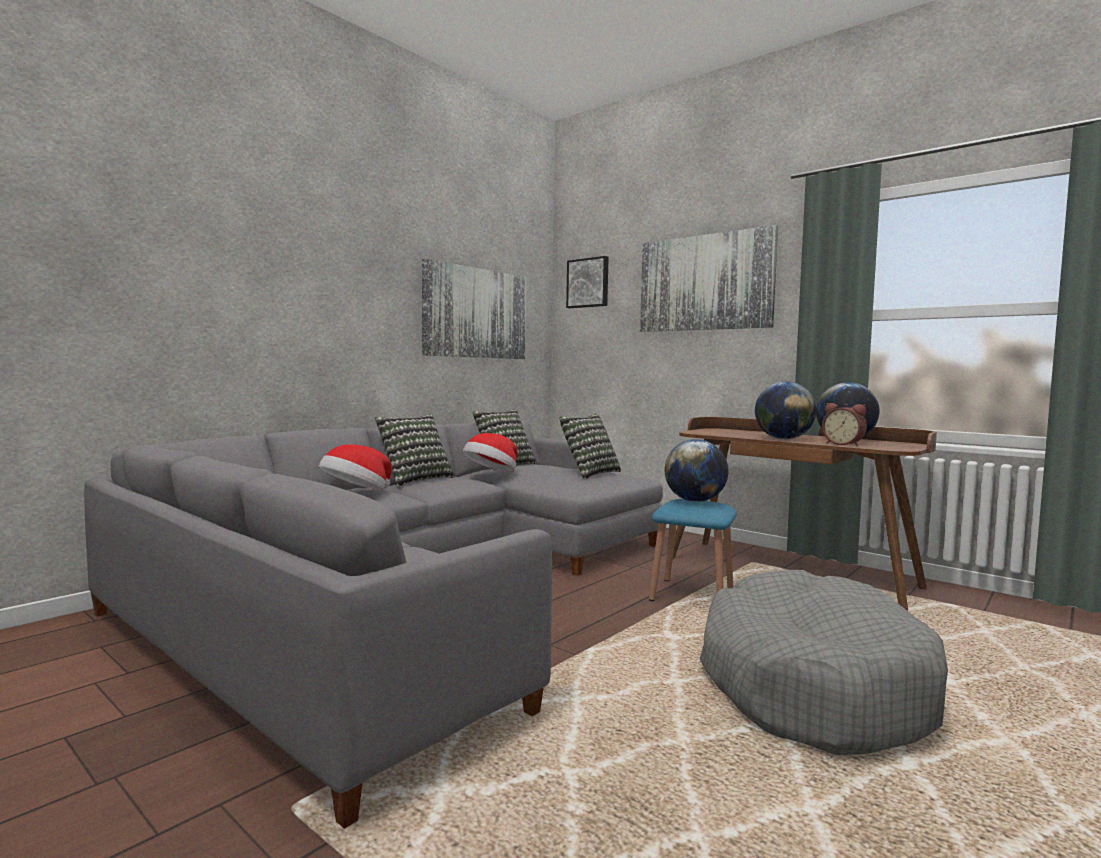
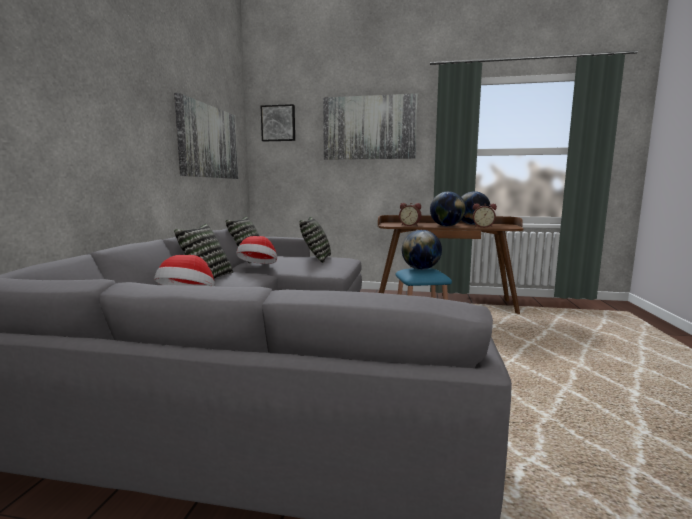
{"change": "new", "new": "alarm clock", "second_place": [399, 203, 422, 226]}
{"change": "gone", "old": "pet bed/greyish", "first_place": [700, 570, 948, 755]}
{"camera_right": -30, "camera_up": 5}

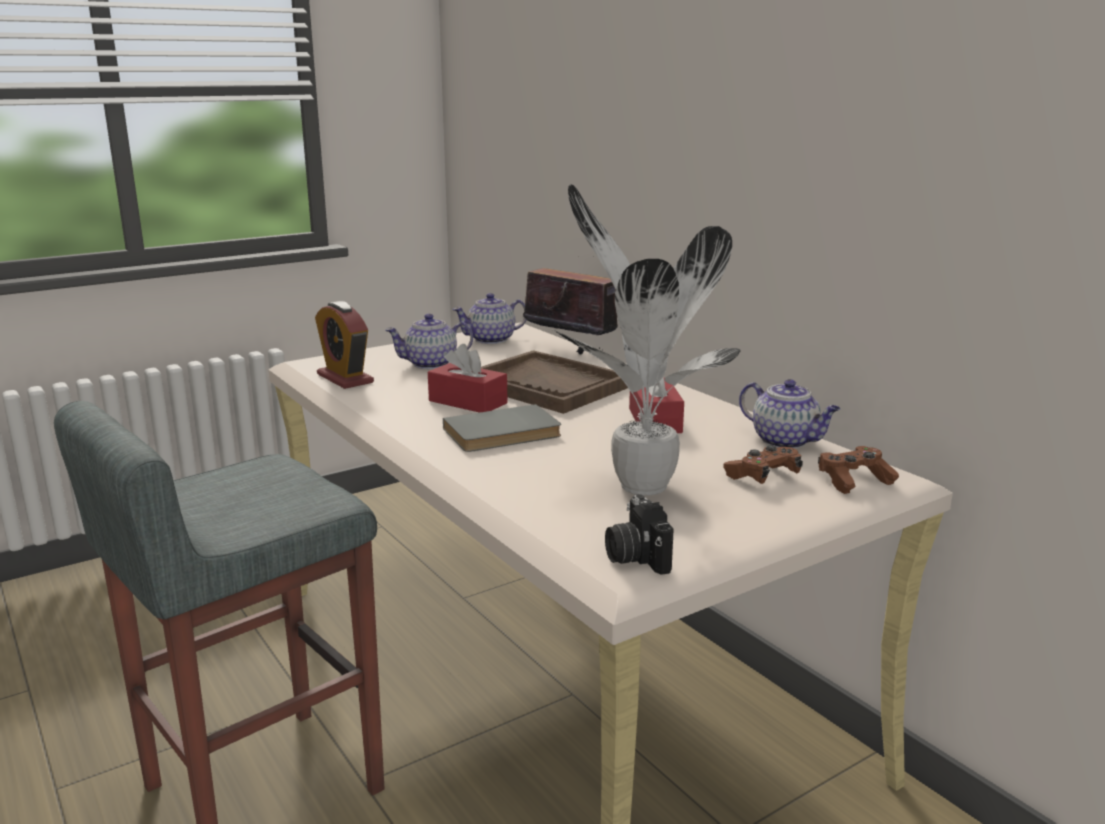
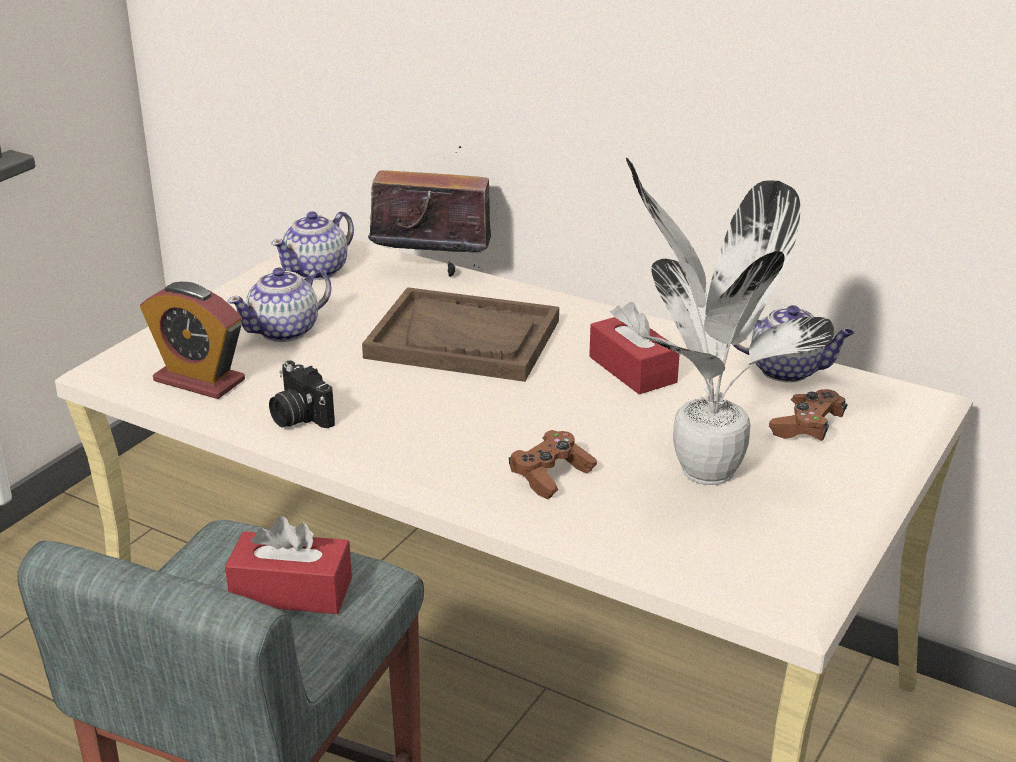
{"change": "shifted", "old": "box of tissues/red-coloured", "first_place": [428, 344, 508, 413], "second_place": [225, 516, 352, 614]}
{"change": "shifted", "old": "photo camera", "first_place": [605, 494, 674, 575], "second_place": [269, 360, 335, 428]}
{"change": "shifted", "old": "game controller/brown", "first_place": [818, 446, 899, 494], "second_place": [509, 430, 597, 499]}
{"change": "gone", "old": "volume/greyish", "first_place": [443, 404, 561, 452]}
{"camera_right": -25, "camera_up": 10}

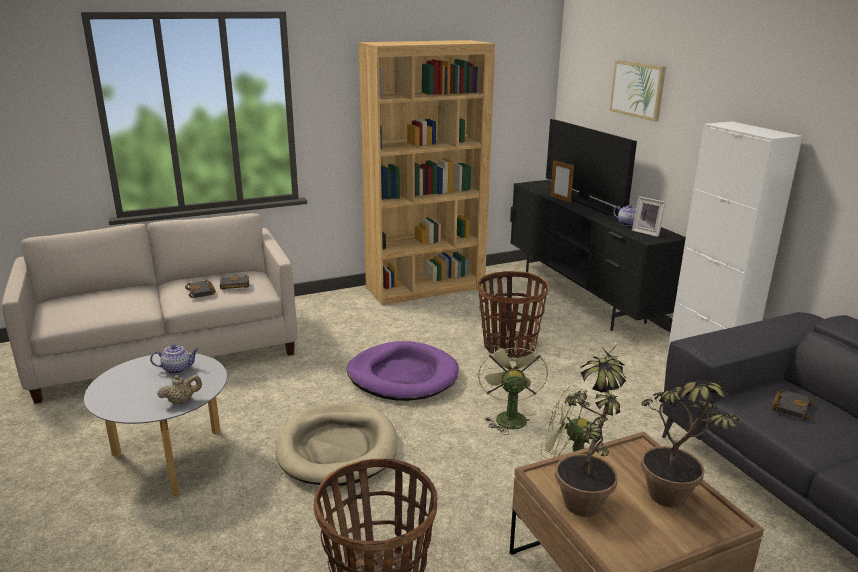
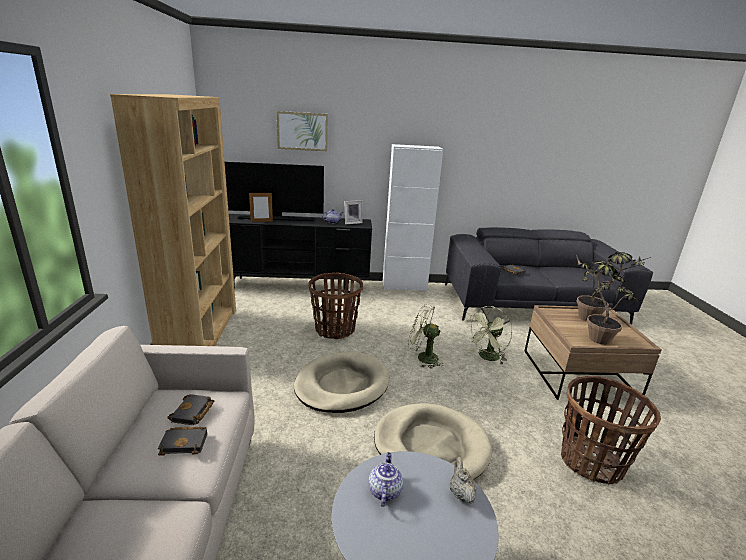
{"change": "repainted", "old": "pet bed/purple-coloured", "new": "pet bed/beige-coloured", "first_place": [347, 341, 459, 401], "second_place": [294, 352, 389, 413]}
{"camera_right": -70, "camera_up": 0}

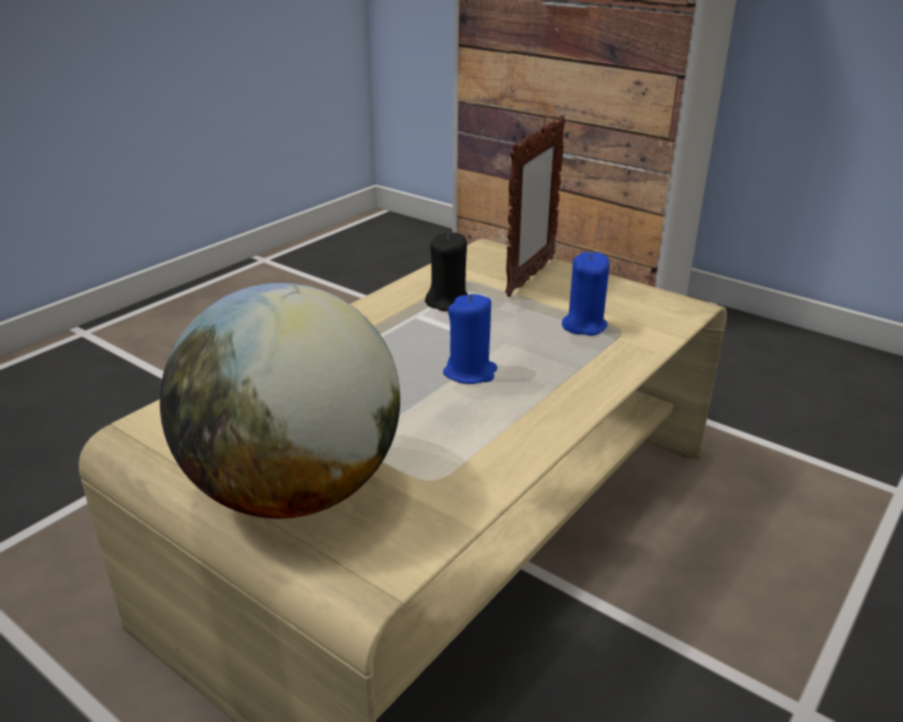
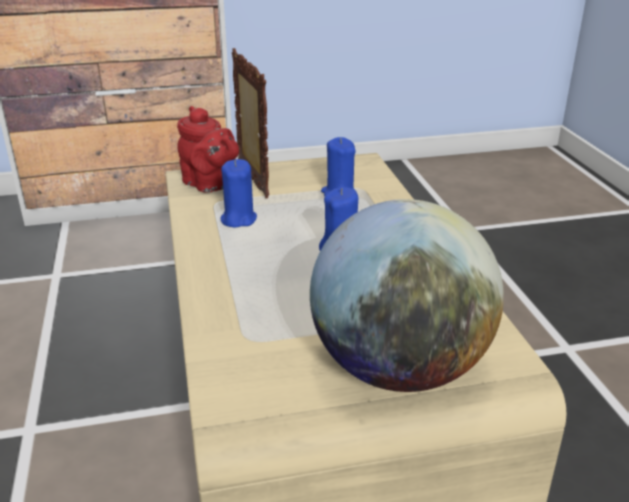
{"change": "new", "new": "pot for tea/red-coloured", "second_place": [177, 106, 239, 193]}
{"change": "repainted", "old": "wax light/black", "new": "wax light/bluish", "first_place": [425, 232, 468, 311], "second_place": [220, 159, 257, 228]}
{"camera_right": -50, "camera_up": 0}

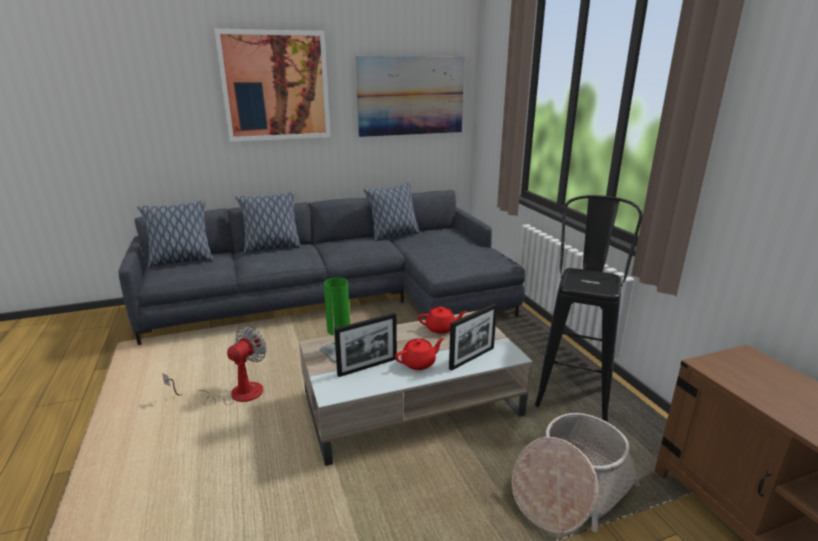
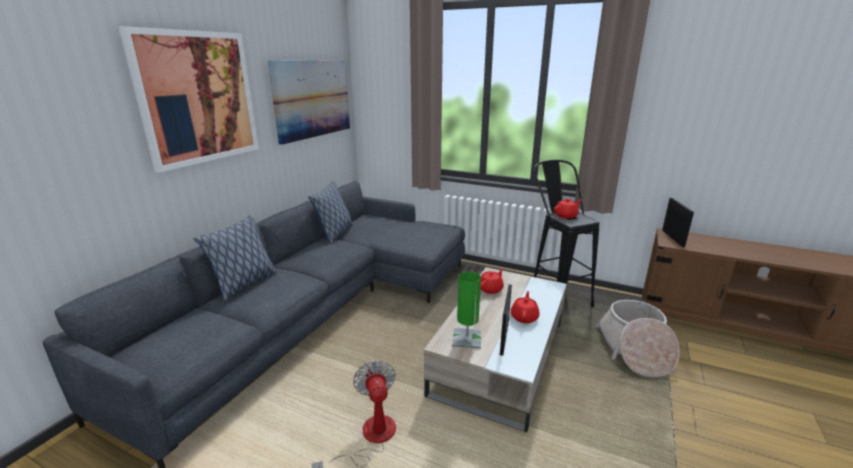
{"change": "new", "new": "pot for tea/red-coloured", "second_place": [554, 199, 581, 219]}
{"change": "shifted", "old": "photo frame", "first_place": [449, 304, 497, 371], "second_place": [662, 198, 694, 247]}
{"change": "gone", "old": "pillow", "first_place": [137, 200, 213, 268]}
{"camera_right": -45, "camera_up": 0}

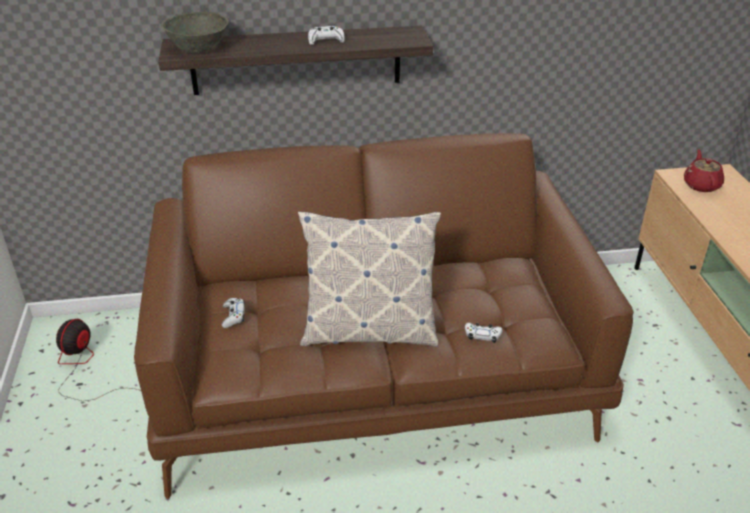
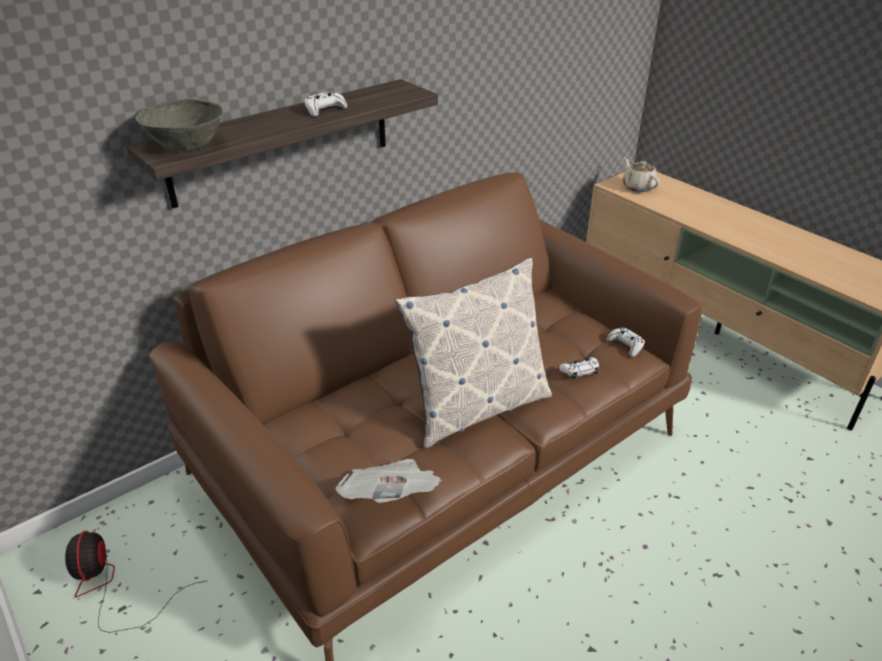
{"change": "new", "new": "newspaper", "second_place": [335, 459, 443, 503]}
{"change": "shifted", "old": "game controller/whitish", "first_place": [221, 298, 245, 328], "second_place": [606, 328, 645, 357]}
{"change": "repainted", "old": "pot for tea/red-coloured", "new": "pot for tea/beige-coloured", "first_place": [684, 149, 724, 192], "second_place": [623, 157, 660, 192]}
{"camera_right": -30, "camera_up": 0}

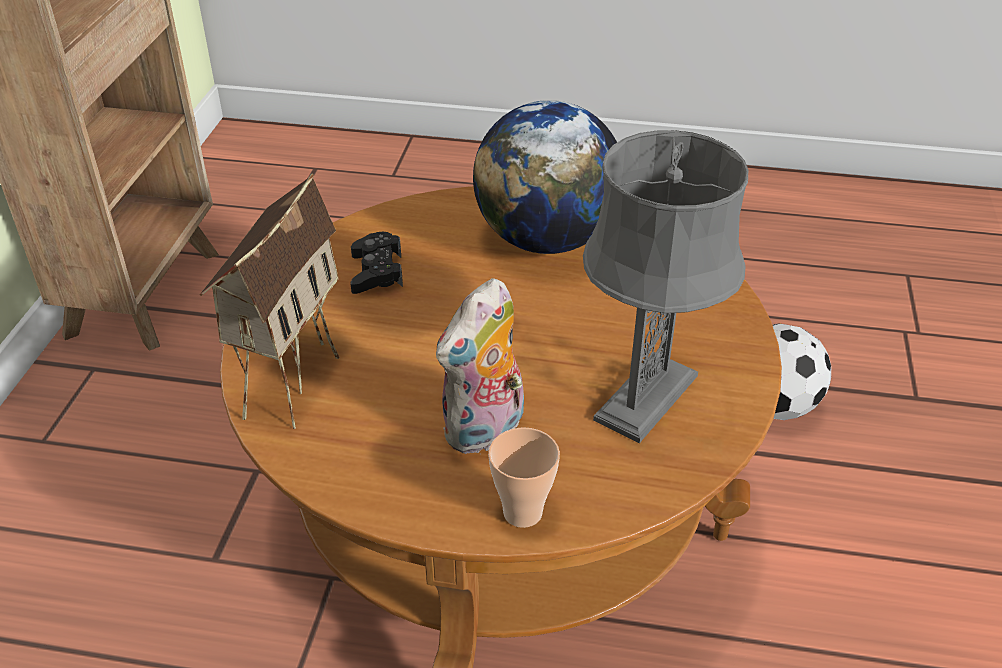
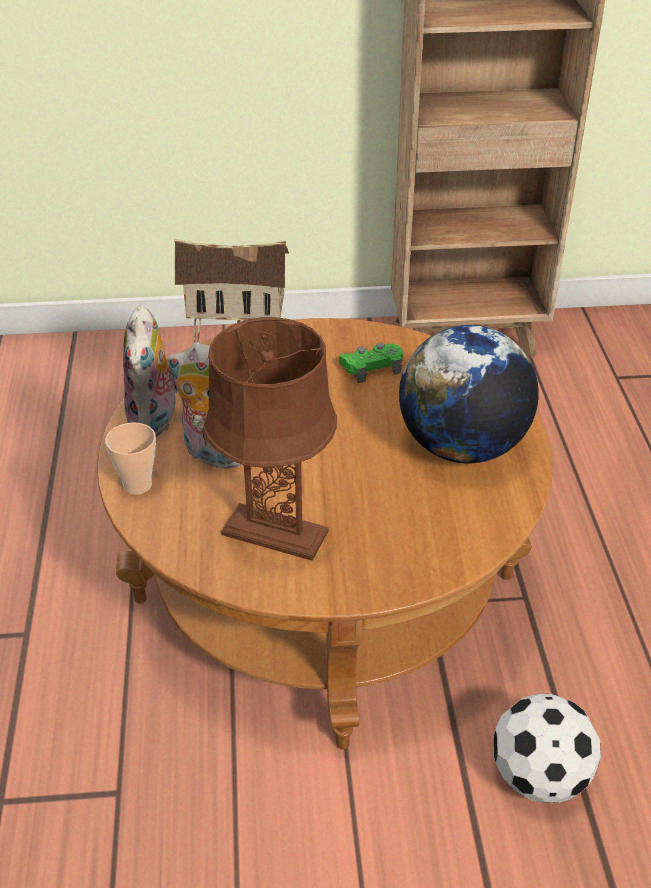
{"change": "new", "new": "cuddly toy", "second_place": [123, 305, 177, 437]}
{"change": "repainted", "old": "lamp for a table/greyish", "new": "lamp for a table/brown", "first_place": [583, 130, 749, 443], "second_place": [203, 317, 337, 561]}
{"change": "repainted", "old": "game controller/black", "new": "game controller/green", "first_place": [350, 232, 403, 294], "second_place": [339, 342, 403, 383]}
{"camera_right": 75, "camera_up": 0}

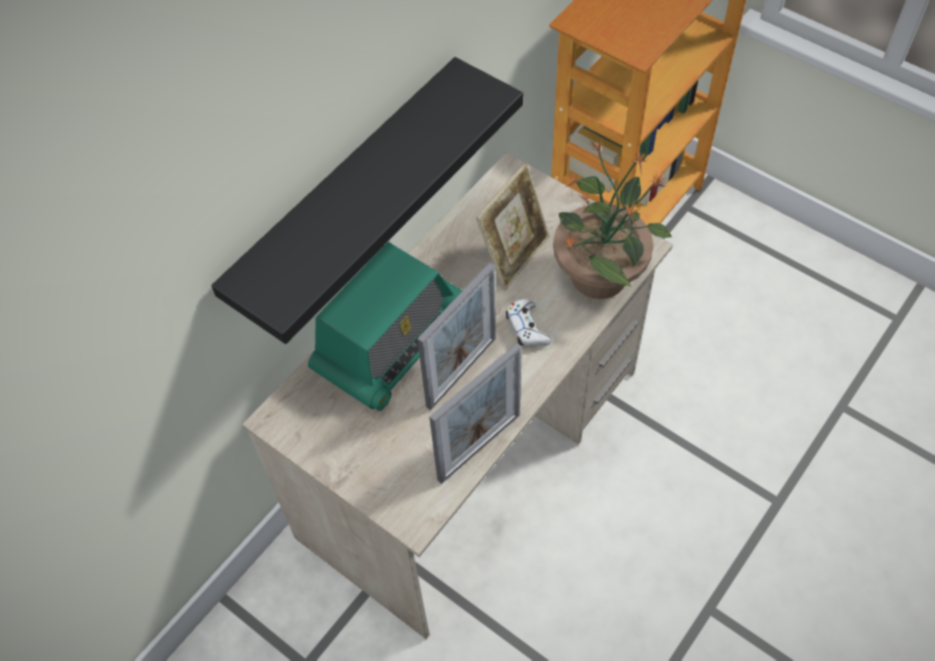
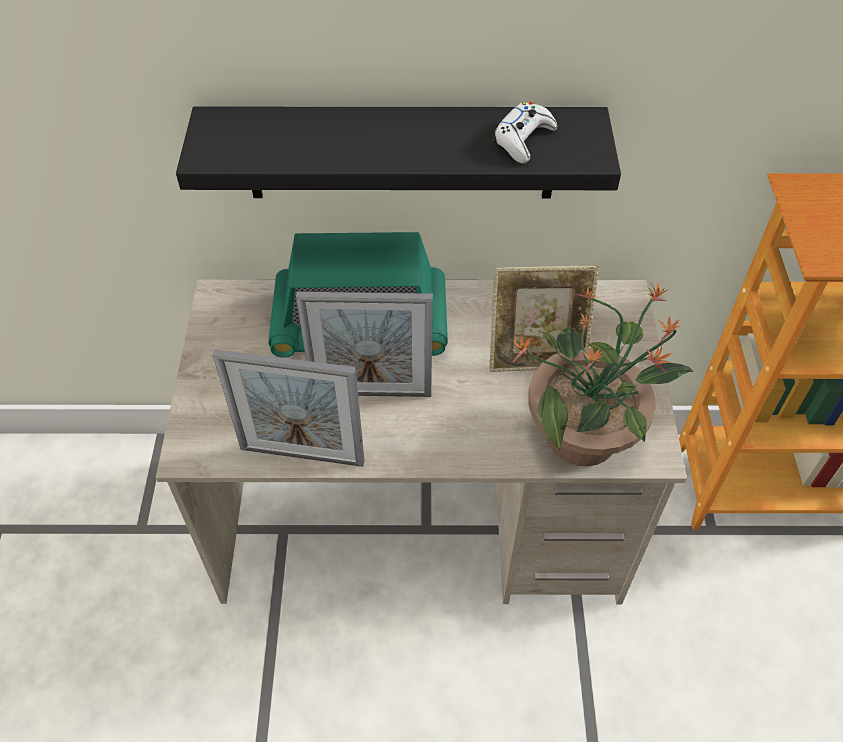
{"change": "shifted", "old": "game controller/whitish", "first_place": [506, 299, 552, 346], "second_place": [493, 102, 557, 164]}
{"camera_right": 50, "camera_up": -5}

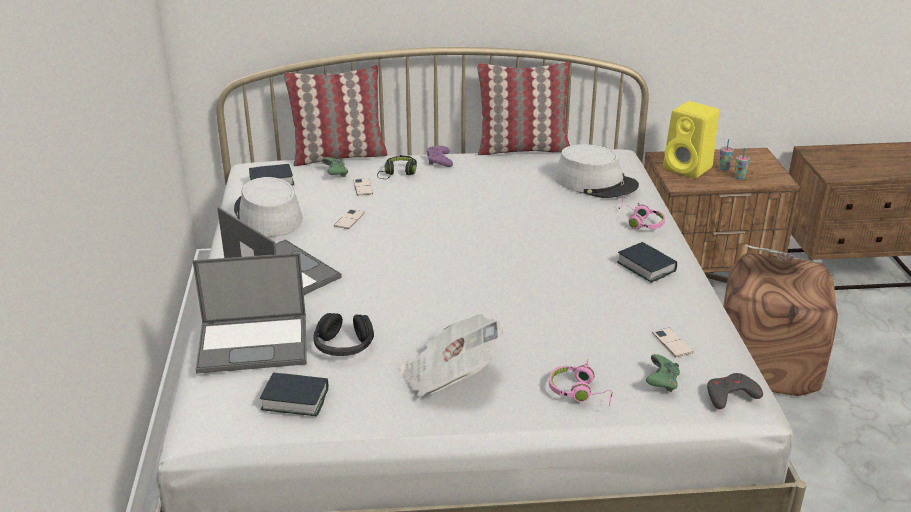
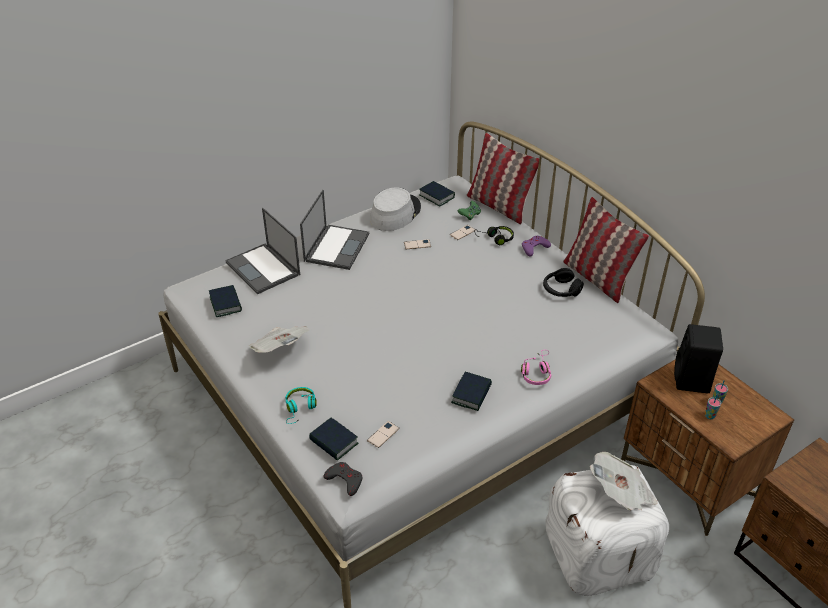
{"change": "repainted", "old": "headset/pink-coloured", "new": "headset/blue-green", "first_place": [549, 359, 612, 406], "second_place": [285, 387, 317, 424]}
{"change": "swapped", "old": "game controller/green", "new": "volume", "first_place": [646, 354, 680, 392], "second_place": [309, 418, 358, 461]}
{"change": "shifted", "old": "headset/black", "first_place": [314, 313, 374, 356], "second_place": [543, 268, 584, 297]}
{"change": "repainted", "old": "pouffe/brown", "new": "pouffe/whitish", "first_place": [723, 253, 838, 396], "second_place": [546, 465, 669, 596]}
{"change": "repainted", "old": "speaker/yellow", "new": "speaker/black", "first_place": [663, 101, 719, 178], "second_place": [674, 324, 723, 393]}
{"change": "gone", "old": "clothing hat/greyish", "first_place": [555, 144, 639, 198]}
{"camera_right": 60, "camera_up": 10}

